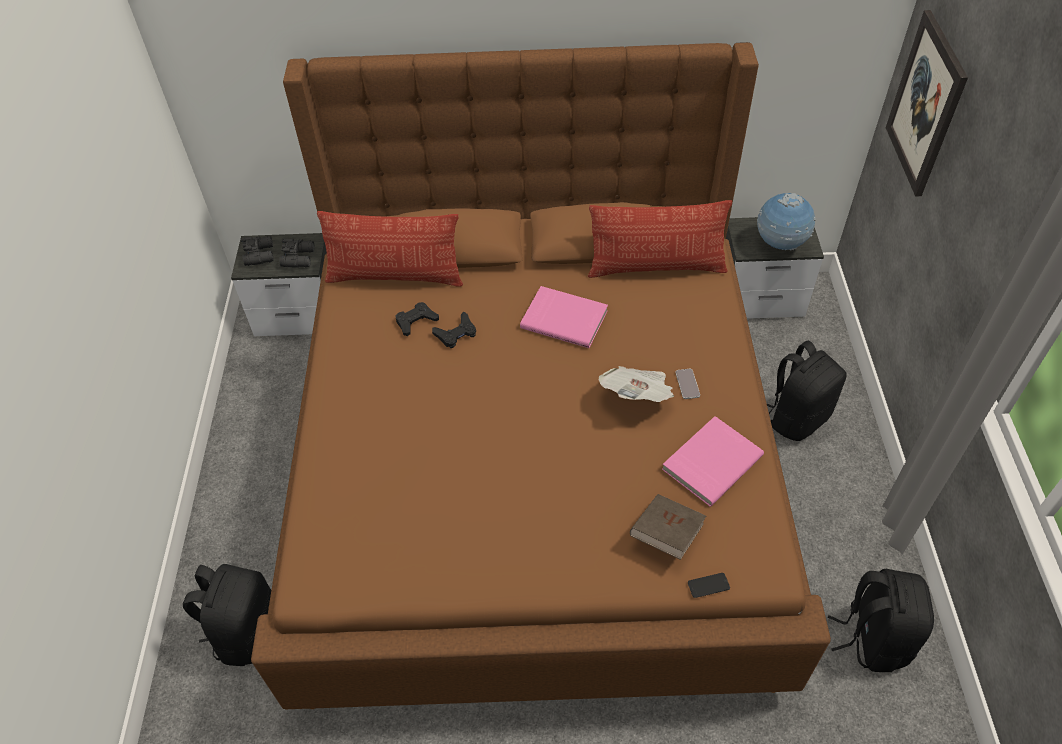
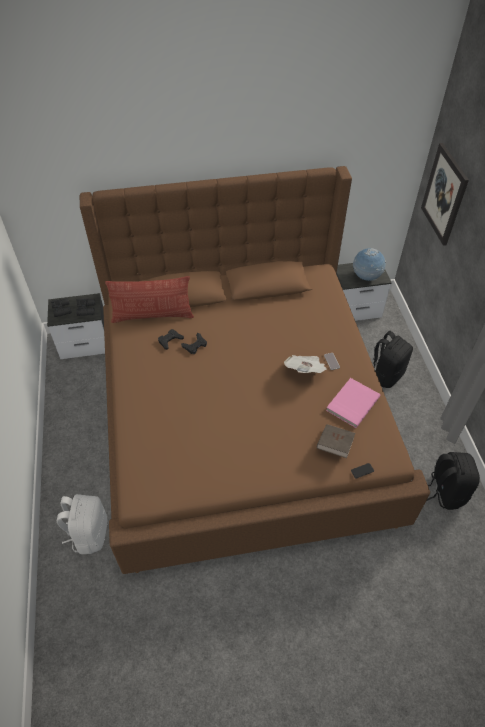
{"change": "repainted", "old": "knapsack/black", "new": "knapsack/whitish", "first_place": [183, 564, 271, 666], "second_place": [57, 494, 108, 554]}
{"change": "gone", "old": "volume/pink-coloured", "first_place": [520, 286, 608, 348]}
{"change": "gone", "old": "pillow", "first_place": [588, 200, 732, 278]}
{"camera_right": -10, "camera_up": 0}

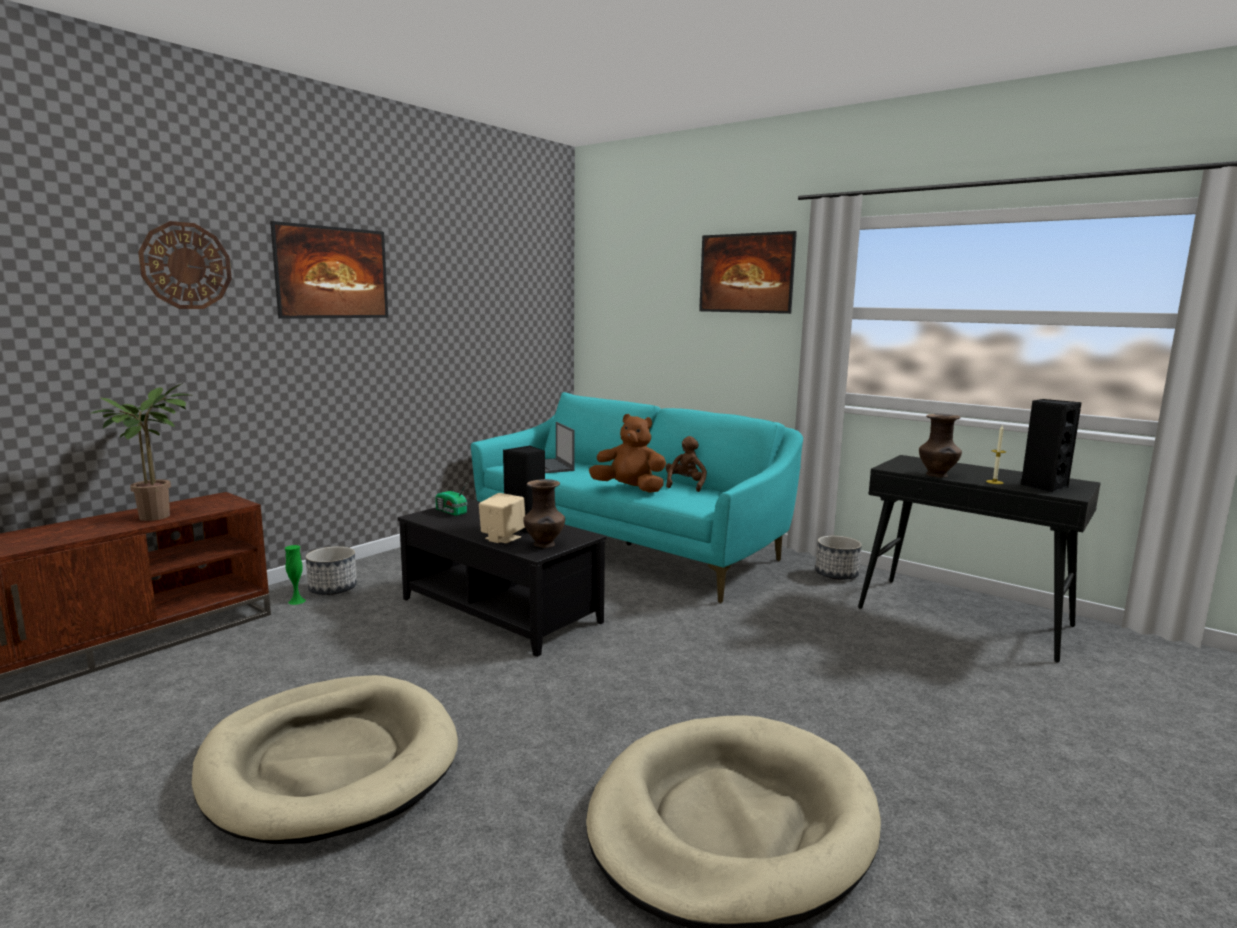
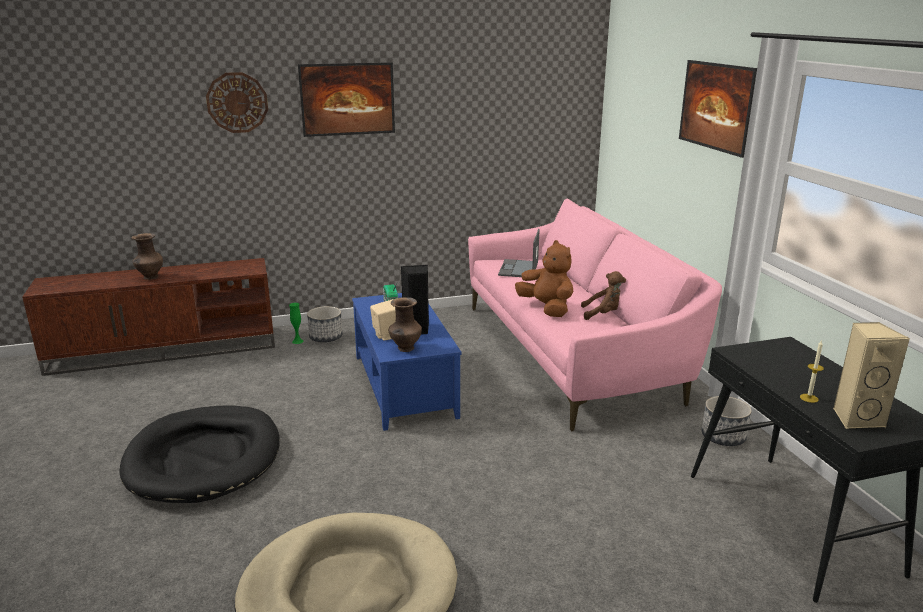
{"change": "repainted", "old": "pet bed/beige-coloured", "new": "pet bed/black", "first_place": [191, 675, 458, 844], "second_place": [119, 405, 280, 503]}
{"change": "shifted", "old": "vase/brown", "first_place": [919, 414, 962, 478], "second_place": [131, 233, 163, 280]}
{"change": "repainted", "old": "lounge table/black", "new": "lounge table/bluish", "first_place": [397, 499, 607, 657], "second_place": [352, 293, 461, 431]}
{"change": "repainted", "old": "couch/blue-green", "new": "couch/pink-coloured", "first_place": [471, 392, 803, 604], "second_place": [468, 199, 722, 432]}
{"change": "rotated", "old": "cuddly toy/brown", "first_place": [666, 436, 707, 492], "second_place": [581, 271, 626, 320], "degrees": 45}
{"change": "repainted", "old": "speaker/black", "new": "speaker/beige-coloured", "first_place": [1021, 399, 1082, 492], "second_place": [833, 322, 910, 429]}
{"change": "gone", "old": "plant in a pot", "first_place": [90, 383, 190, 521]}
{"camera_right": 35, "camera_up": 10}

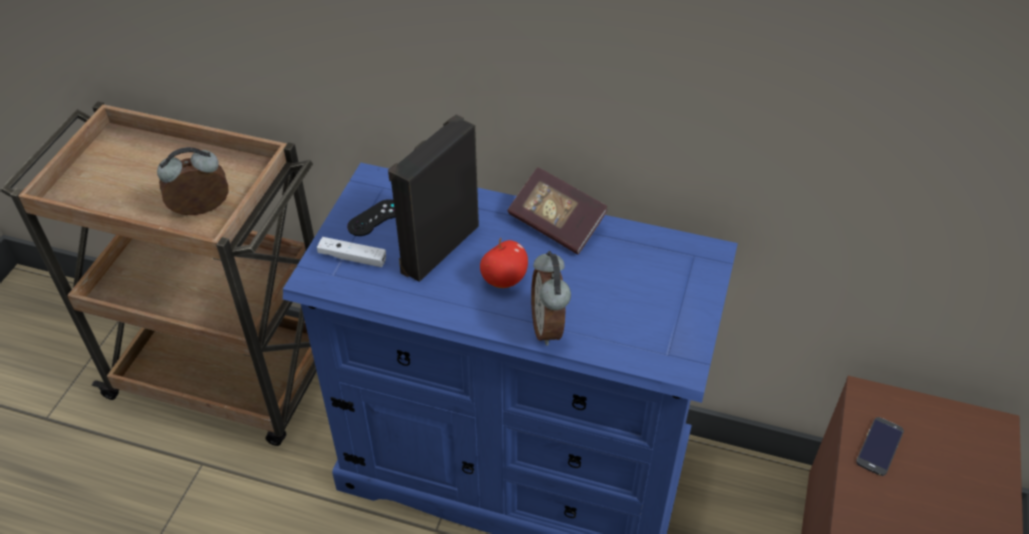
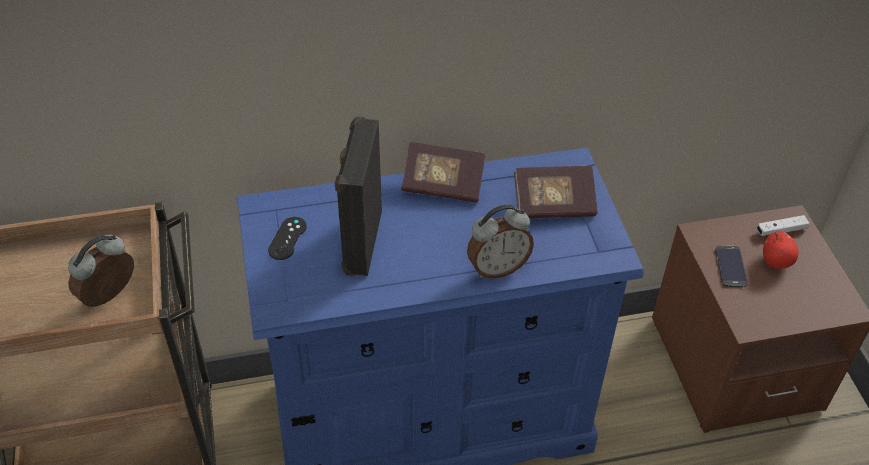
{"change": "rotated", "old": "alarm clock", "first_place": [531, 251, 571, 346], "second_place": [467, 204, 534, 279], "degrees": -75}
{"change": "new", "new": "volume", "second_place": [514, 166, 597, 219]}
{"change": "shifted", "old": "game controller/whitish", "first_place": [317, 237, 386, 267], "second_place": [757, 215, 809, 236]}
{"change": "shifted", "old": "apple fruit", "first_place": [480, 238, 528, 288], "second_place": [763, 232, 798, 269]}
{"camera_right": -30, "camera_up": 0}

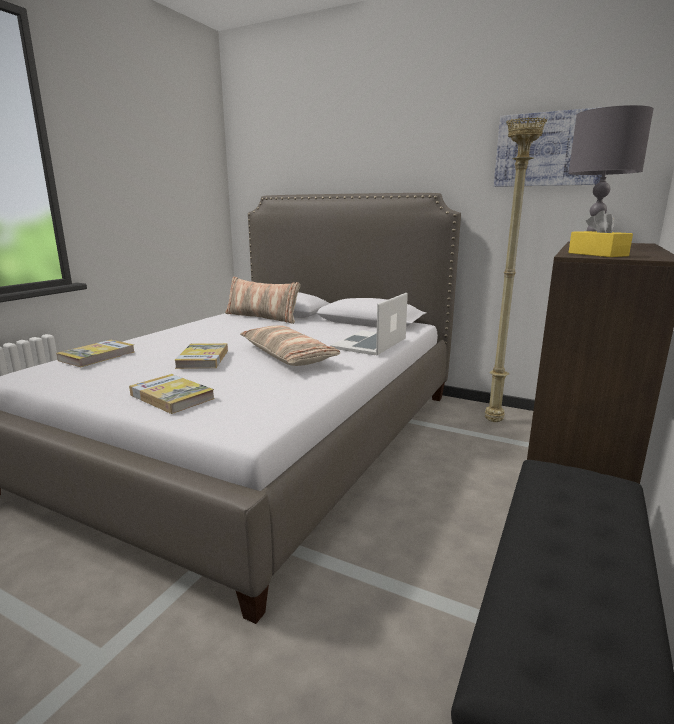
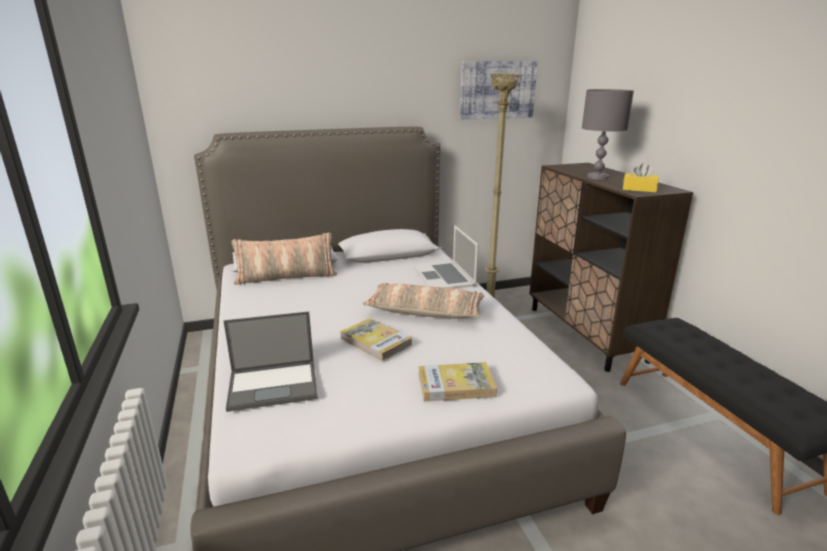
{"change": "swapped", "old": "volume", "new": "notebook computer", "first_place": [56, 340, 134, 367], "second_place": [224, 311, 318, 412]}
{"camera_right": -45, "camera_up": 5}

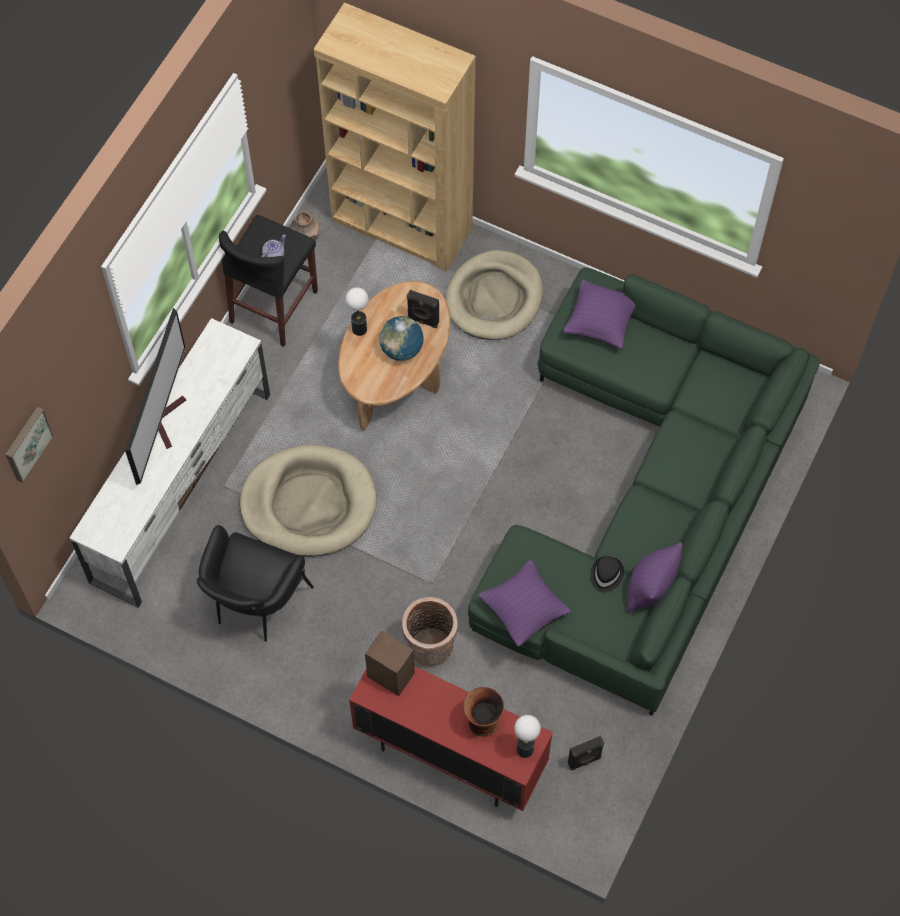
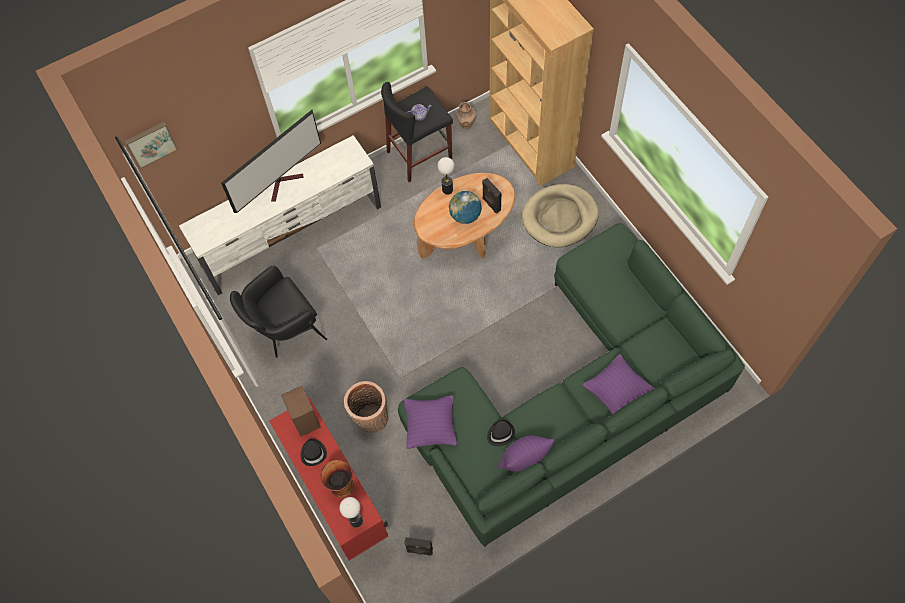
{"change": "new", "new": "clothing hat/black", "second_place": [301, 439, 327, 466]}
{"change": "shifted", "old": "pillow/purple-coloured", "first_place": [563, 280, 636, 348], "second_place": [583, 354, 655, 414]}
{"change": "gone", "old": "pet bed/beige-coloured", "first_place": [240, 445, 377, 556]}
{"camera_right": 35, "camera_up": 0}

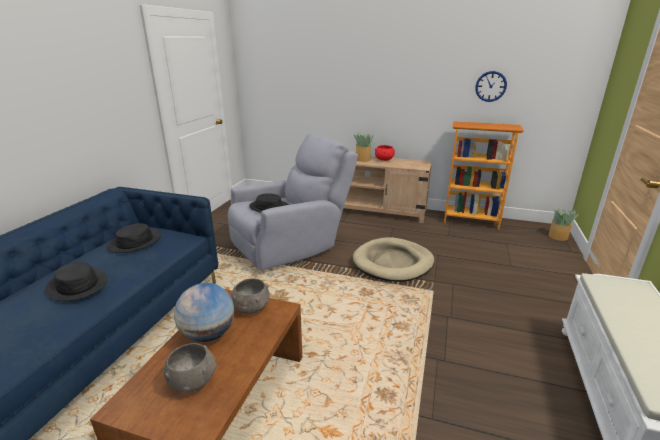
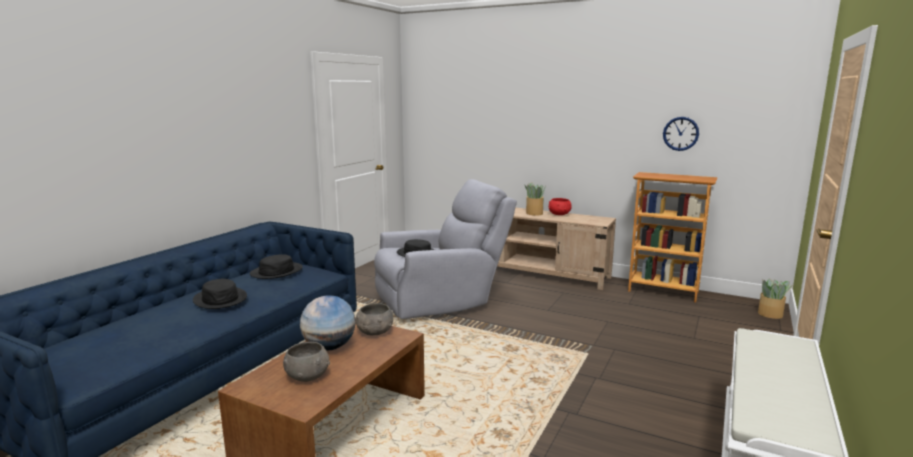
{"change": "gone", "old": "pet bed/beige-coloured", "first_place": [353, 237, 434, 282]}
{"camera_right": 10, "camera_up": -10}

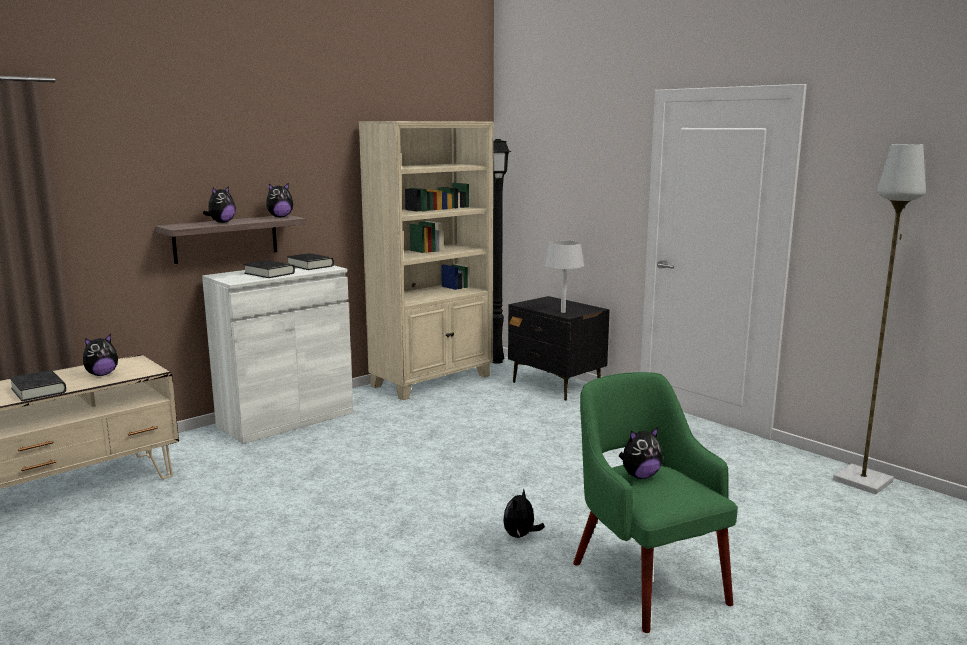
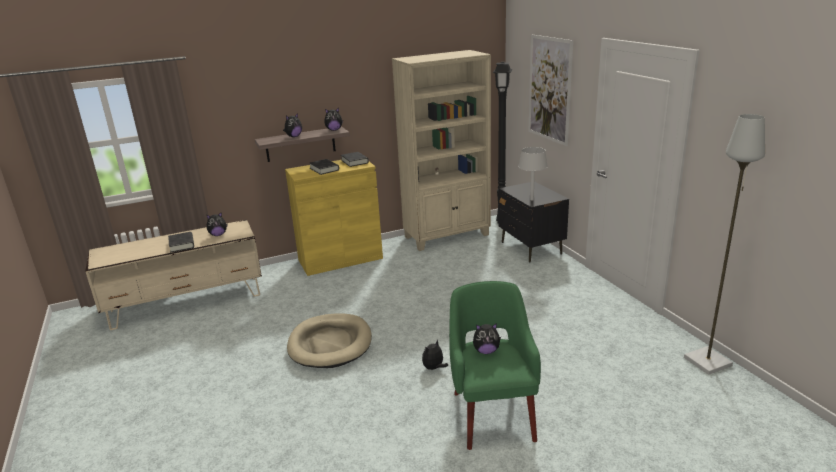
{"change": "repainted", "old": "cupboard/whitish", "new": "cupboard/yellow", "first_place": [202, 265, 353, 444], "second_place": [285, 160, 383, 276]}
{"change": "new", "new": "pet bed/beige-coloured", "second_place": [287, 313, 372, 368]}
{"change": "new", "new": "wall art", "second_place": [529, 35, 573, 146]}
{"camera_right": 20, "camera_up": 10}

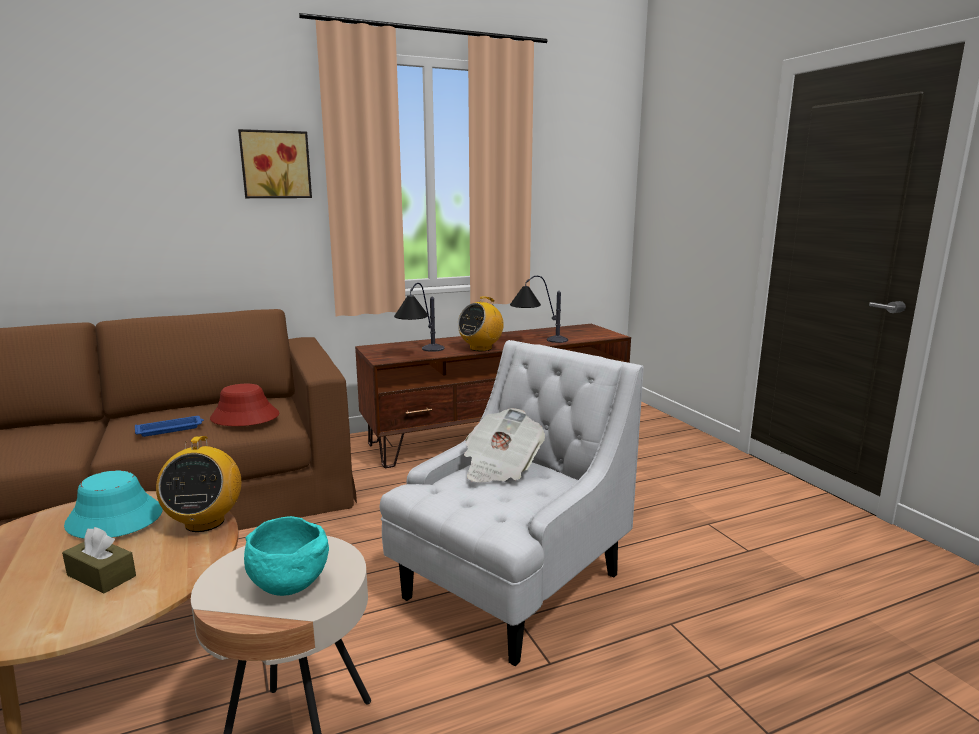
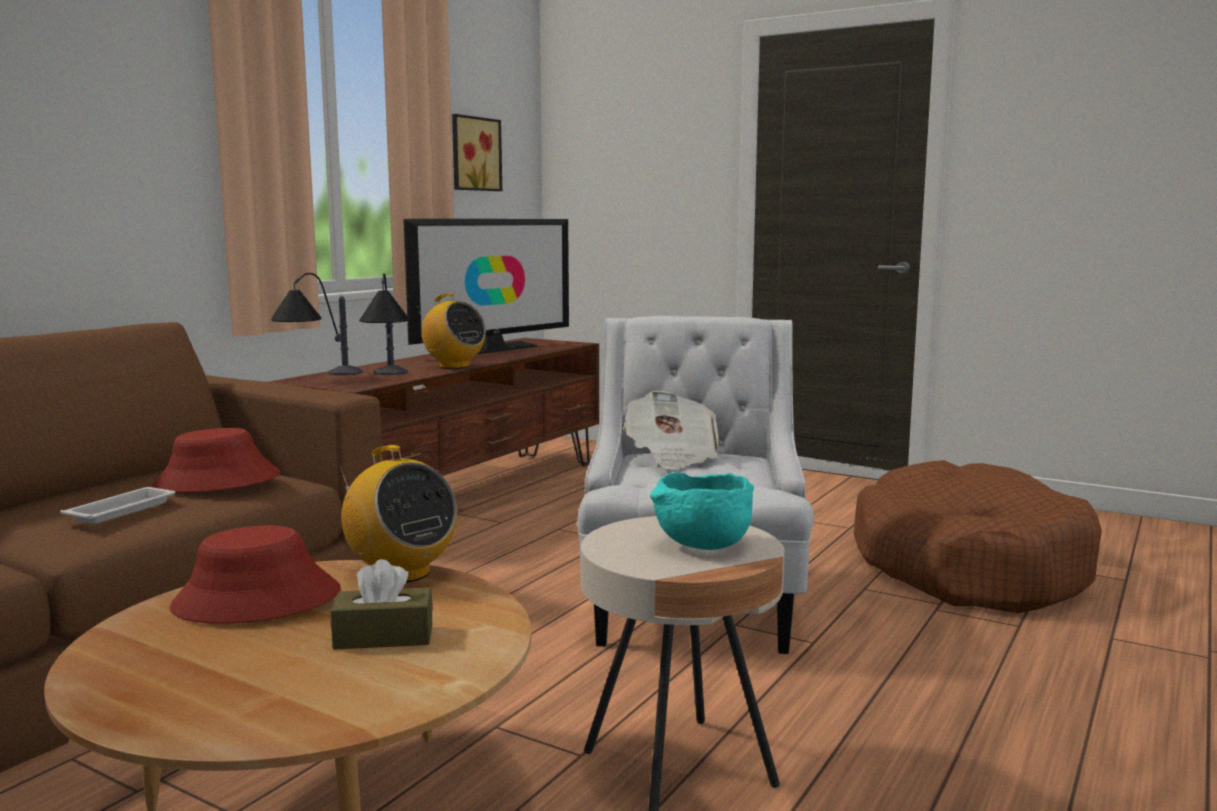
{"change": "repainted", "old": "carrying tray/bluish", "new": "carrying tray/whitish", "first_place": [135, 416, 204, 437], "second_place": [60, 487, 175, 524]}
{"change": "repainted", "old": "clothing hat/blue-green", "new": "clothing hat/red-coloured", "first_place": [64, 471, 163, 539], "second_place": [170, 526, 341, 624]}
{"change": "shifted", "old": "lamp for a table", "first_place": [510, 276, 568, 343], "second_place": [271, 273, 362, 375]}
{"change": "new", "new": "TV set", "second_place": [403, 219, 569, 354]}
{"change": "rotated", "old": "radio", "first_place": [458, 296, 504, 351], "second_place": [417, 293, 486, 369], "degrees": -60}
{"change": "shifted", "old": "wall art", "first_place": [238, 129, 312, 198], "second_place": [452, 114, 502, 191]}
{"change": "new", "new": "pet bed/brown", "second_place": [854, 460, 1102, 613]}
{"camera_right": -35, "camera_up": -5}

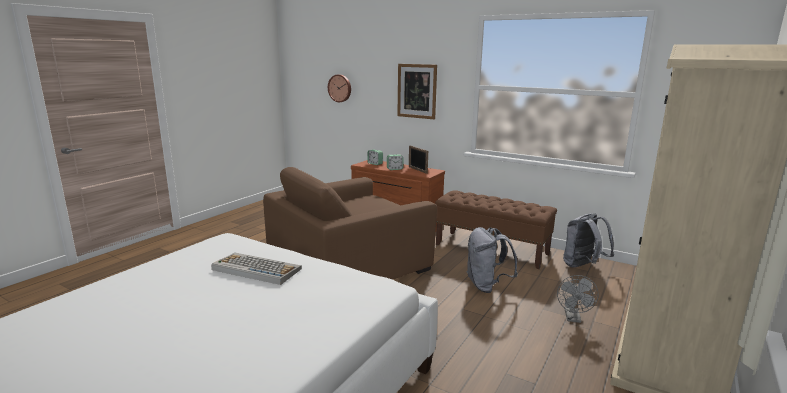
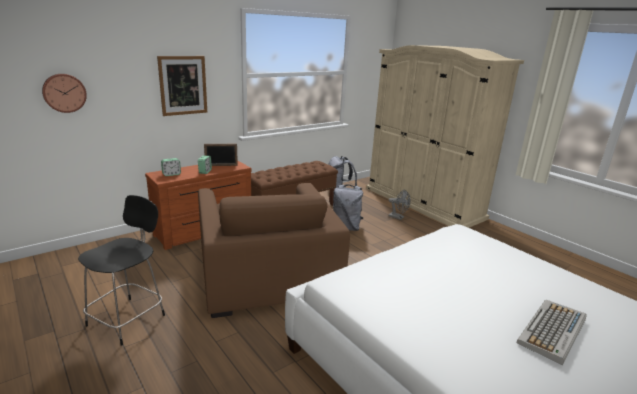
{"change": "new", "new": "chair/black", "second_place": [78, 195, 165, 346]}
{"change": "shifted", "old": "keyboard", "first_place": [211, 253, 302, 285], "second_place": [517, 300, 587, 365]}
{"camera_right": -70, "camera_up": 5}

